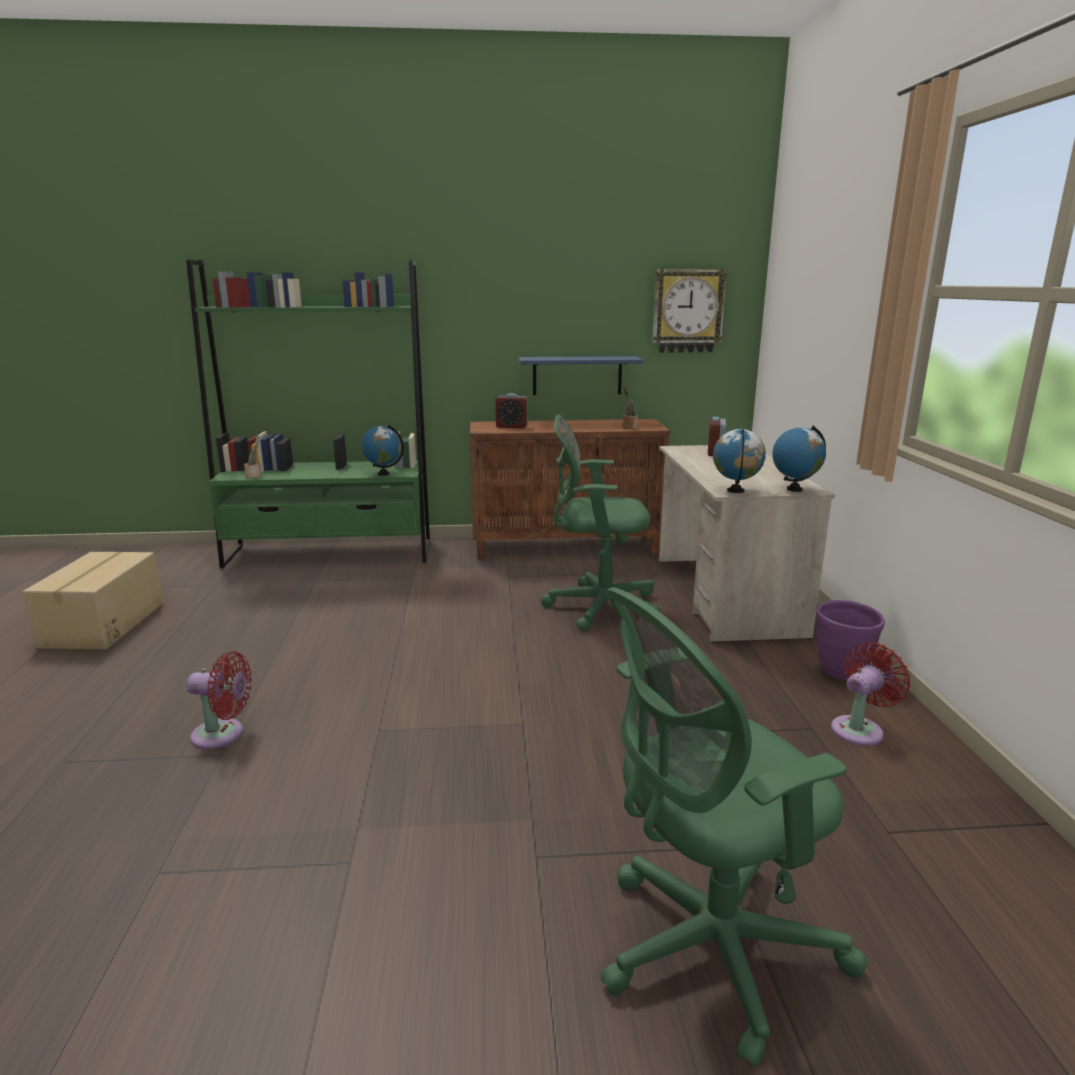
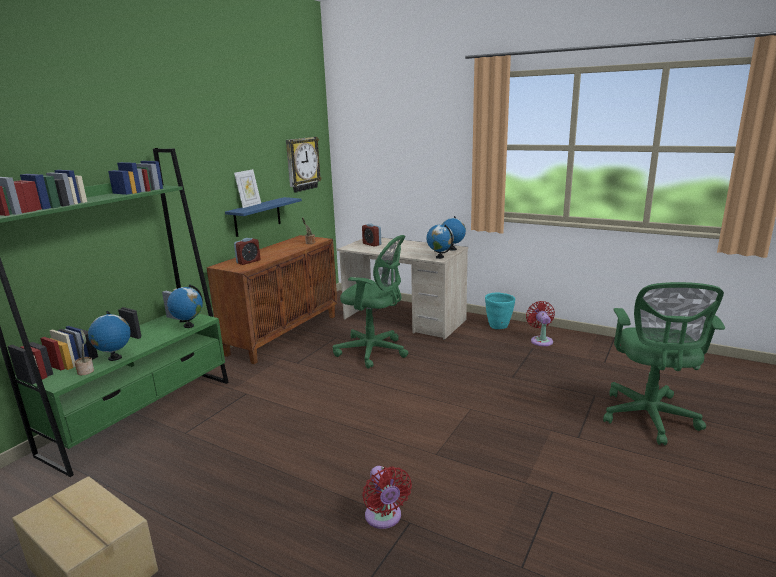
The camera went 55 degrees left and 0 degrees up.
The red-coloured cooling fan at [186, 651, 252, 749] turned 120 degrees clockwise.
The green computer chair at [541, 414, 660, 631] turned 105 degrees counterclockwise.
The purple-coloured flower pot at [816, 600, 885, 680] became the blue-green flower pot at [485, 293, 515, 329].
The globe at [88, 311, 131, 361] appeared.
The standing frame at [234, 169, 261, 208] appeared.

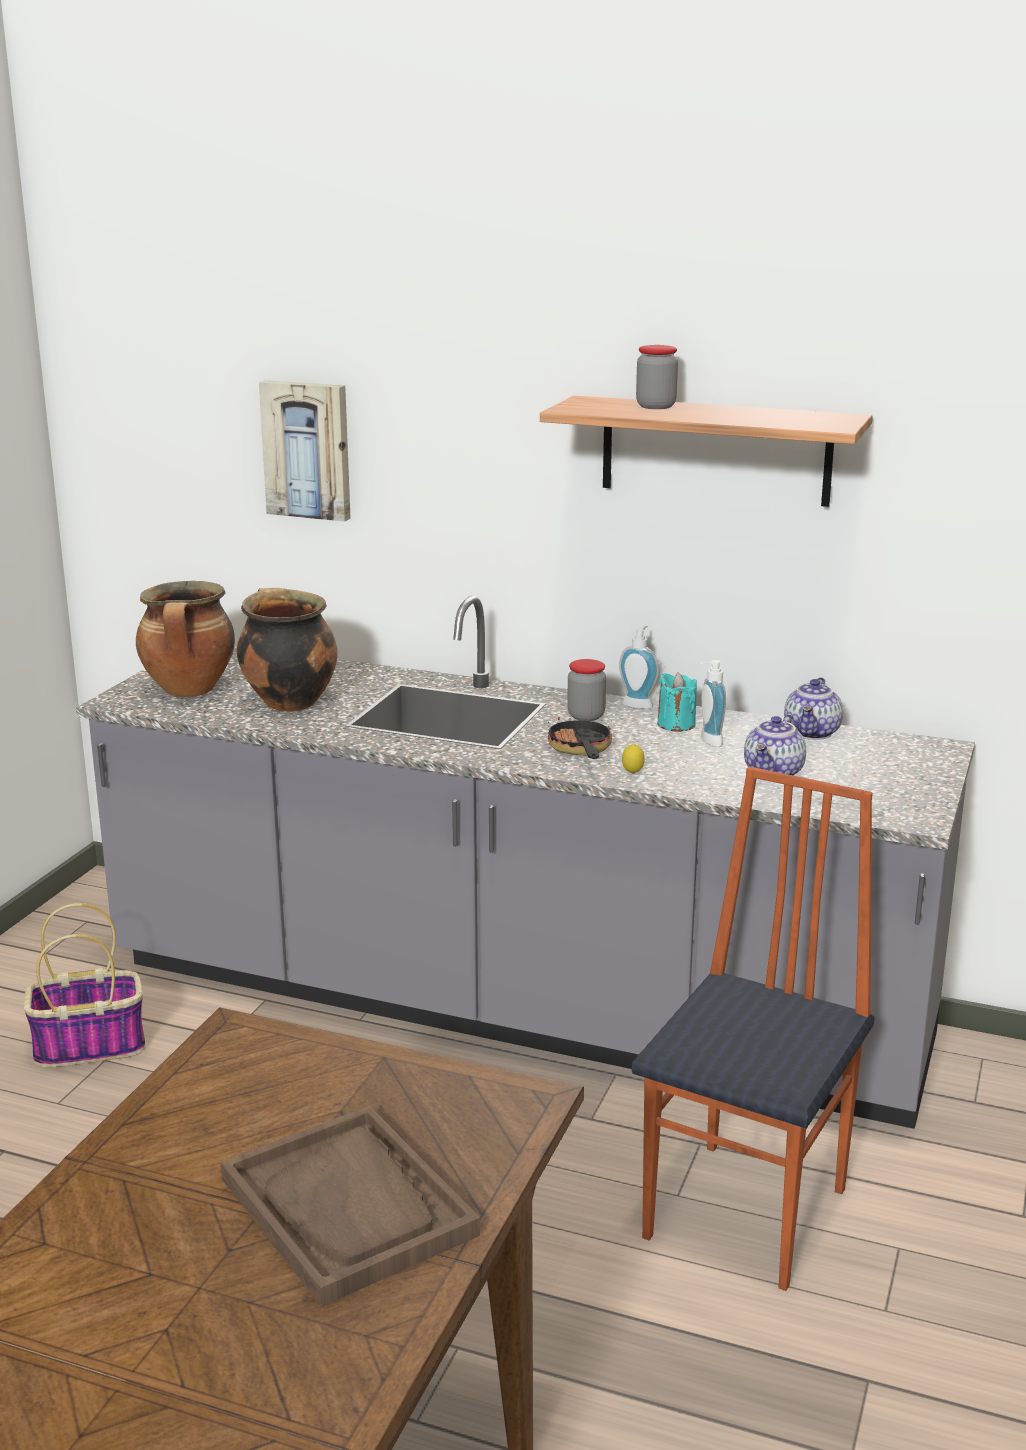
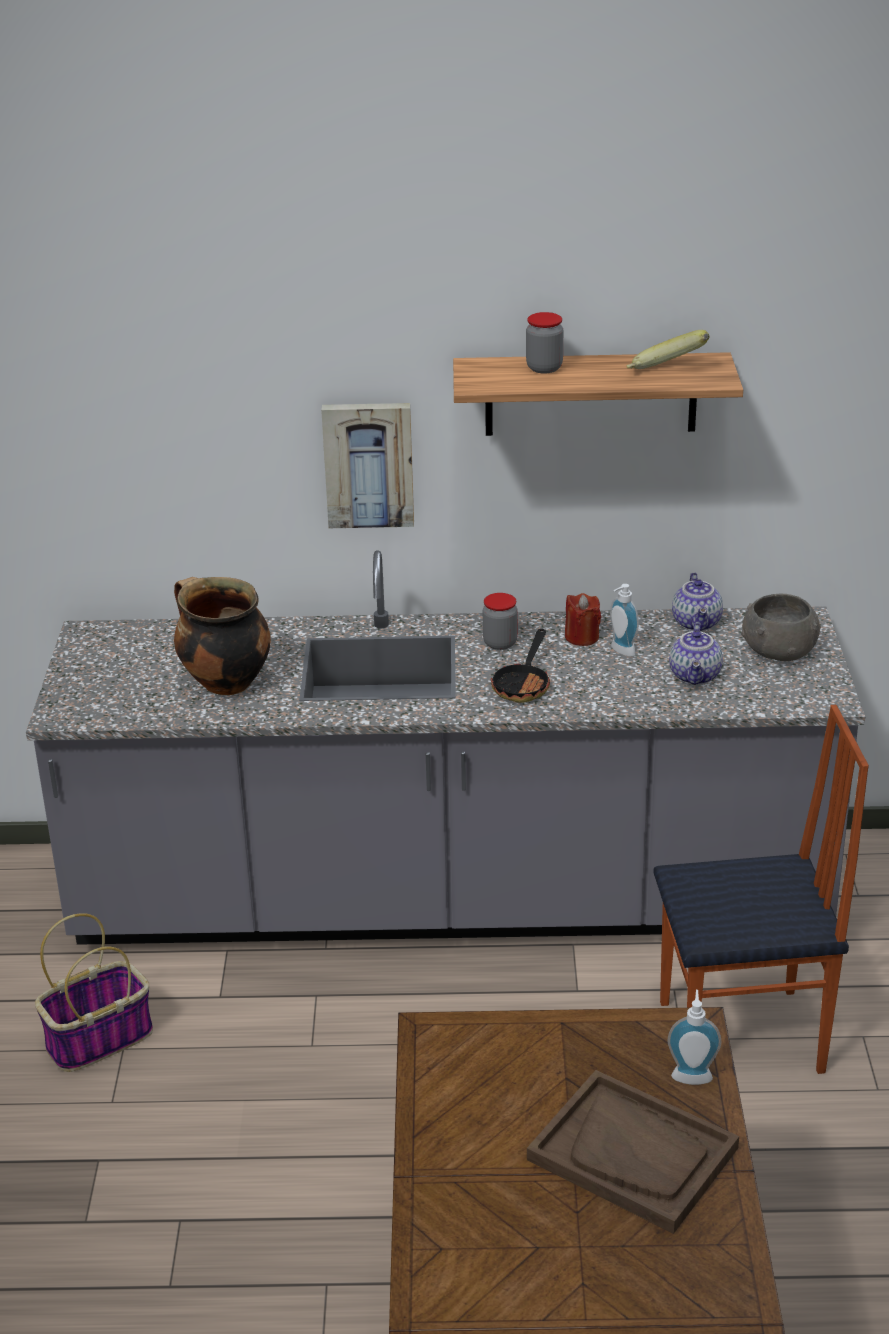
The camera went 20 degrees left and 10 degrees up.
The cooking pot at [136, 581, 235, 697] disappeared.
The wall picture moved from [259, 380, 351, 522] to [321, 403, 414, 528].
The frying pan at [547, 717, 612, 759] turned 135 degrees counterclockwise.
The soap dispenser moved from [619, 625, 659, 709] to [668, 990, 721, 1085].
The lemon at [622, 744, 645, 774] disappeared.
The chair at [632, 766, 875, 1291] turned 75 degrees clockwise.
The blue-green wax light at [657, 672, 697, 732] became the red-coloured wax light at [565, 593, 601, 646].
The whole banana at [627, 330, 709, 369] appeared.
The greyish serving bowl at [741, 594, 821, 661] appeared.

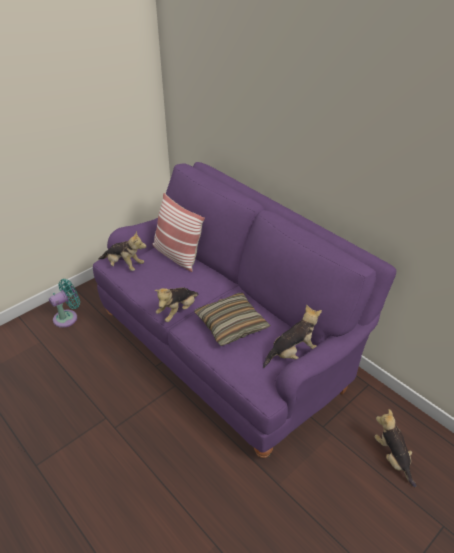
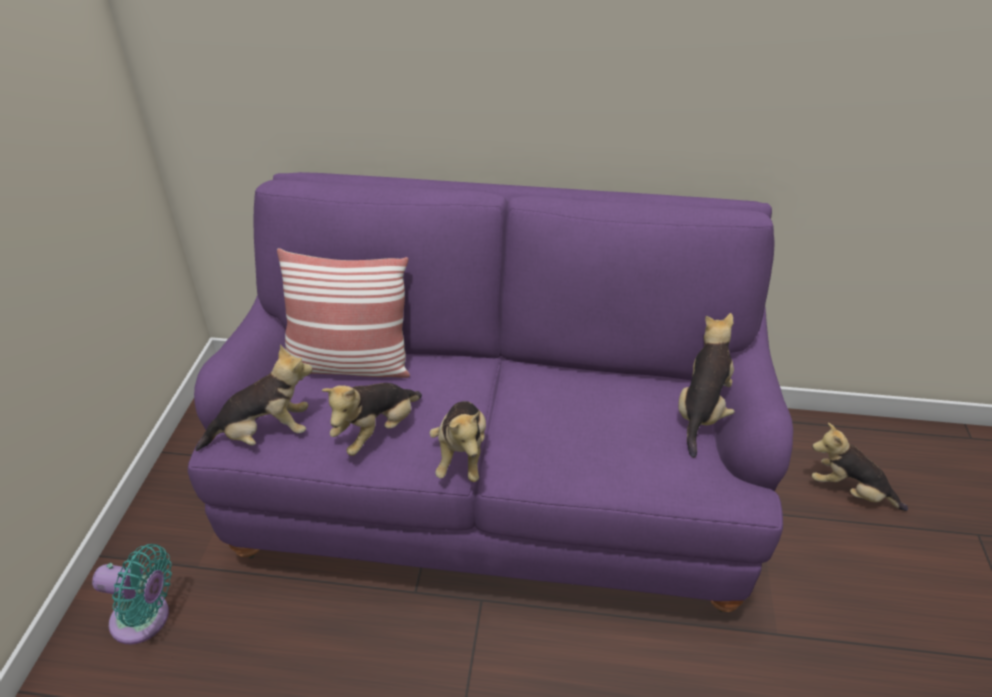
The camera went 40 degrees left and 0 degrees up.
The blue-green cooling fan at [49, 279, 80, 328] turned 90 degrees clockwise.
The pillow at [194, 293, 271, 346] disappeared.
The soft toy at [322, 383, 422, 456] appeared.

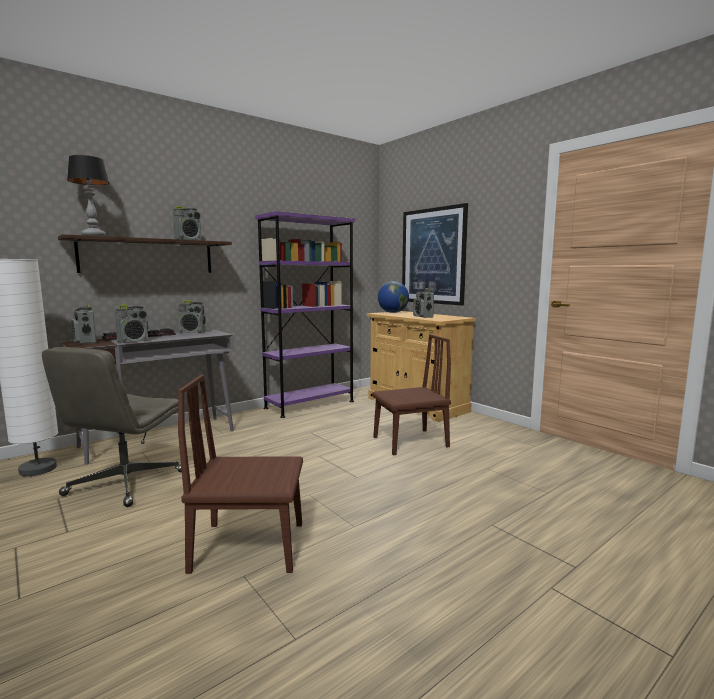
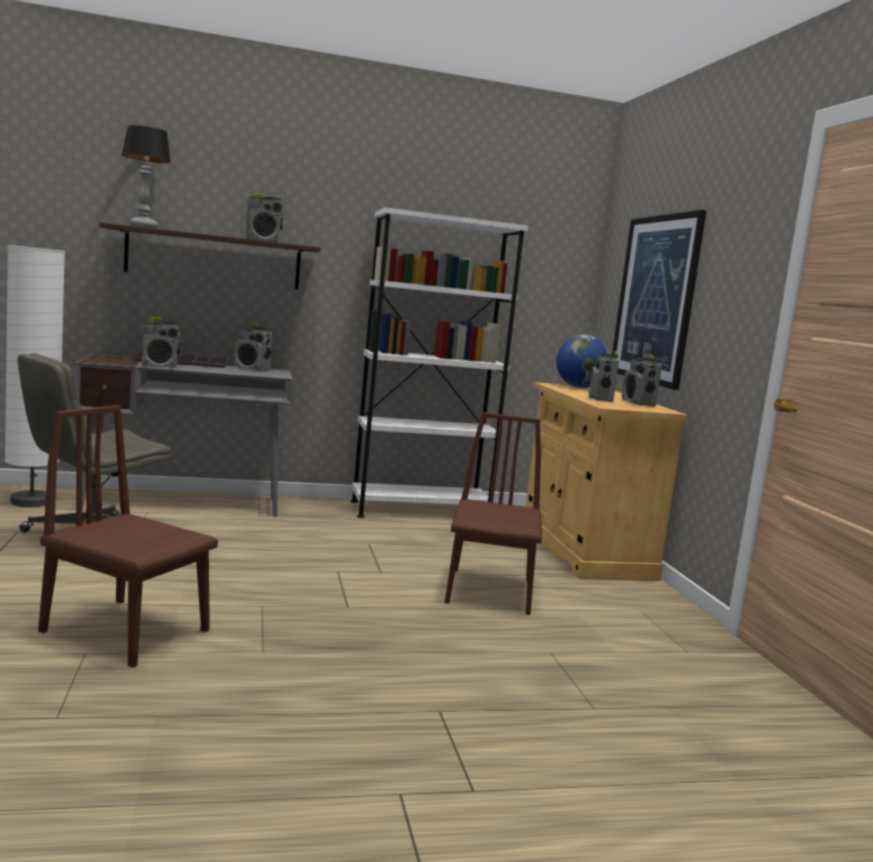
The camera went 25 degrees right and 0 degrees up.
The radio set moved from [71, 304, 96, 344] to [622, 354, 662, 407].
The purple-coloured shelving unit at [255, 211, 355, 418] became the whitish shelving unit at [351, 207, 528, 518].
The brown chair at [372, 334, 451, 456] turned 90 degrees counterclockwise.

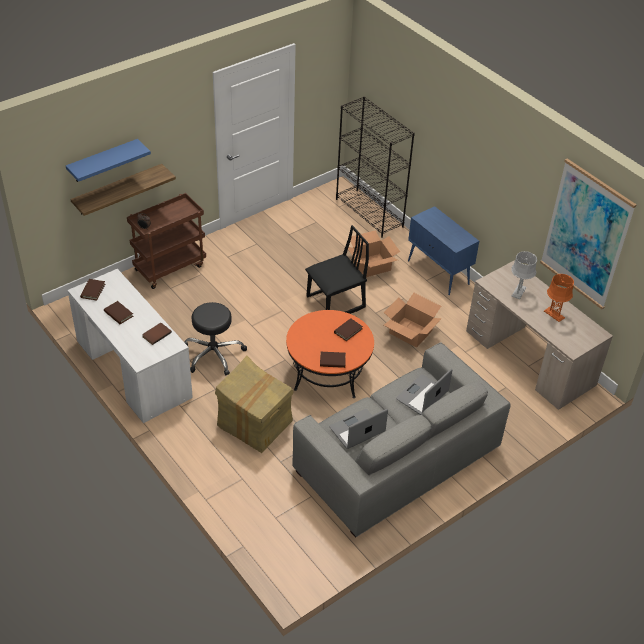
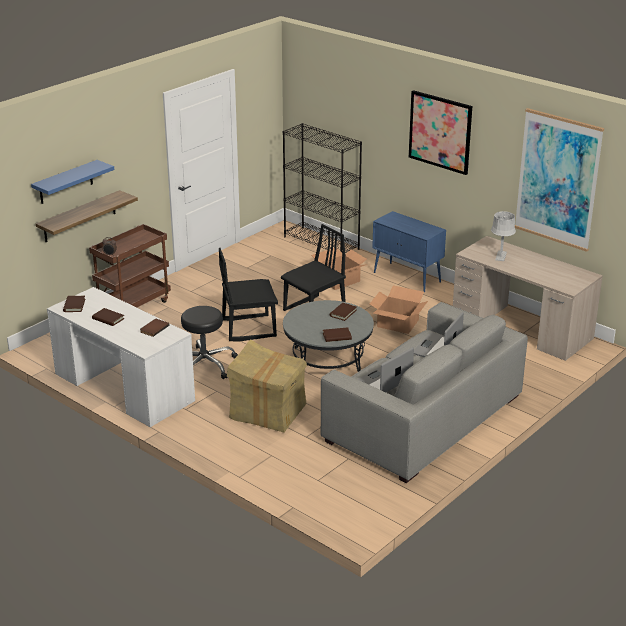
The camera went 10 degrees left and 15 degrees down.
The orangey coffee table at [286, 310, 374, 398] became the greyish coffee table at [283, 300, 374, 372].
The orangey lamp for a table at [544, 274, 574, 322] disappeared.
The blackish chair at [219, 248, 278, 342] appeared.
The wall picture at [409, 90, 472, 175] appeared.

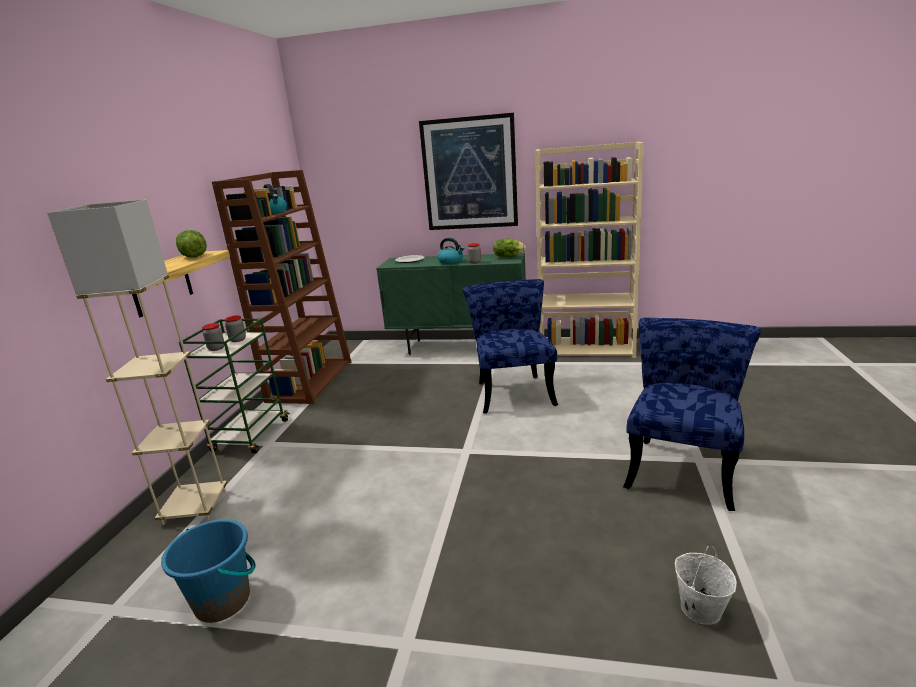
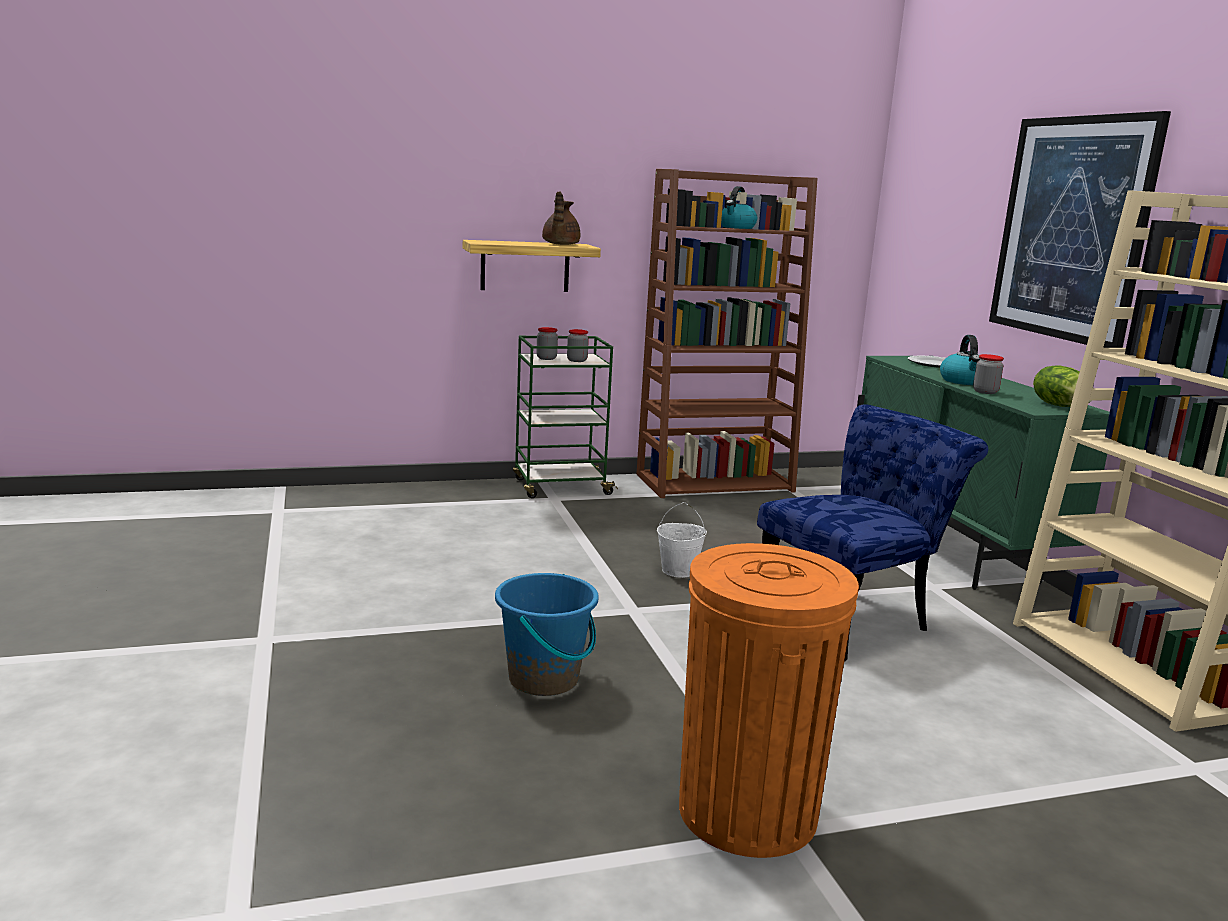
The camera went 60 degrees right and 5 degrees down.
The beige-coloured standing lamp at [47, 199, 227, 525] disappeared.
The bluish pail moved from [161, 519, 256, 623] to [495, 573, 599, 696].
The lettuce at [176, 230, 207, 257] was replaced by the brown pot for tea at [542, 192, 580, 245].
The bluish chair at [623, 318, 761, 511] was replaced by the orangey waste bin at [679, 543, 859, 858].
The whitish pail moved from [675, 545, 737, 625] to [657, 502, 707, 578].

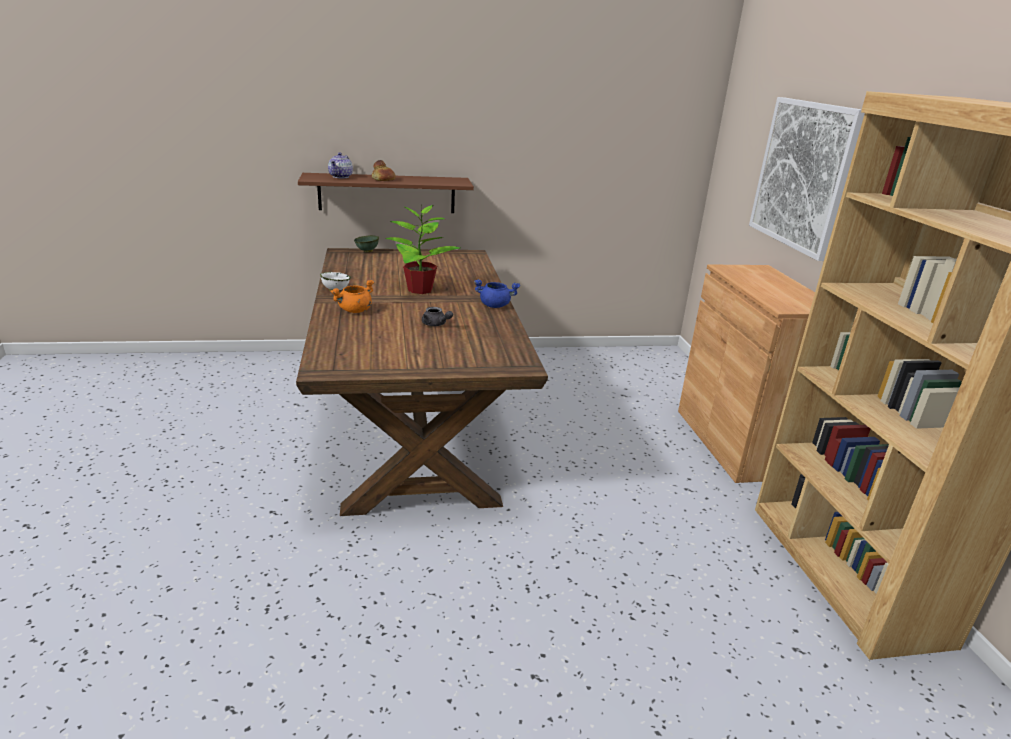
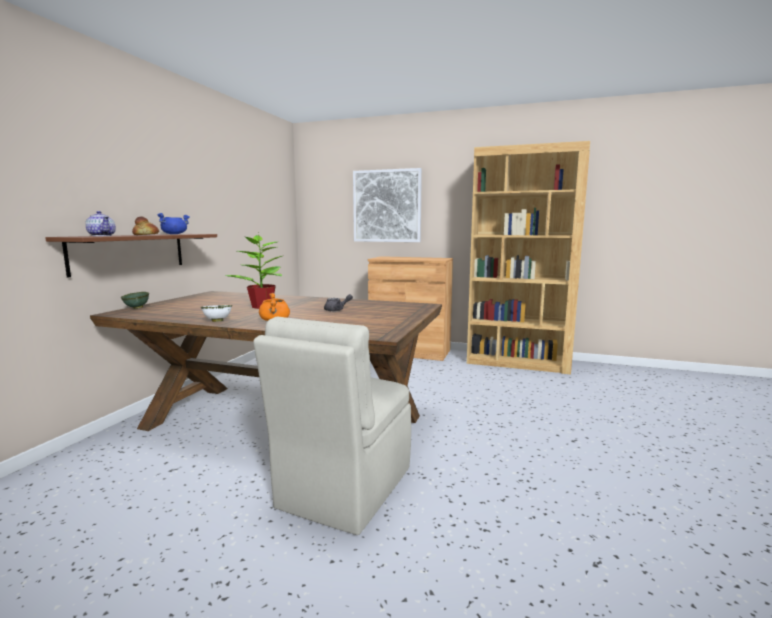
The camera went 60 degrees left and 15 degrees down.
The bluish cooking pot moved from [474, 279, 520, 308] to [157, 213, 190, 234].
The beige-coloured chair at [253, 317, 411, 535] appeared.

